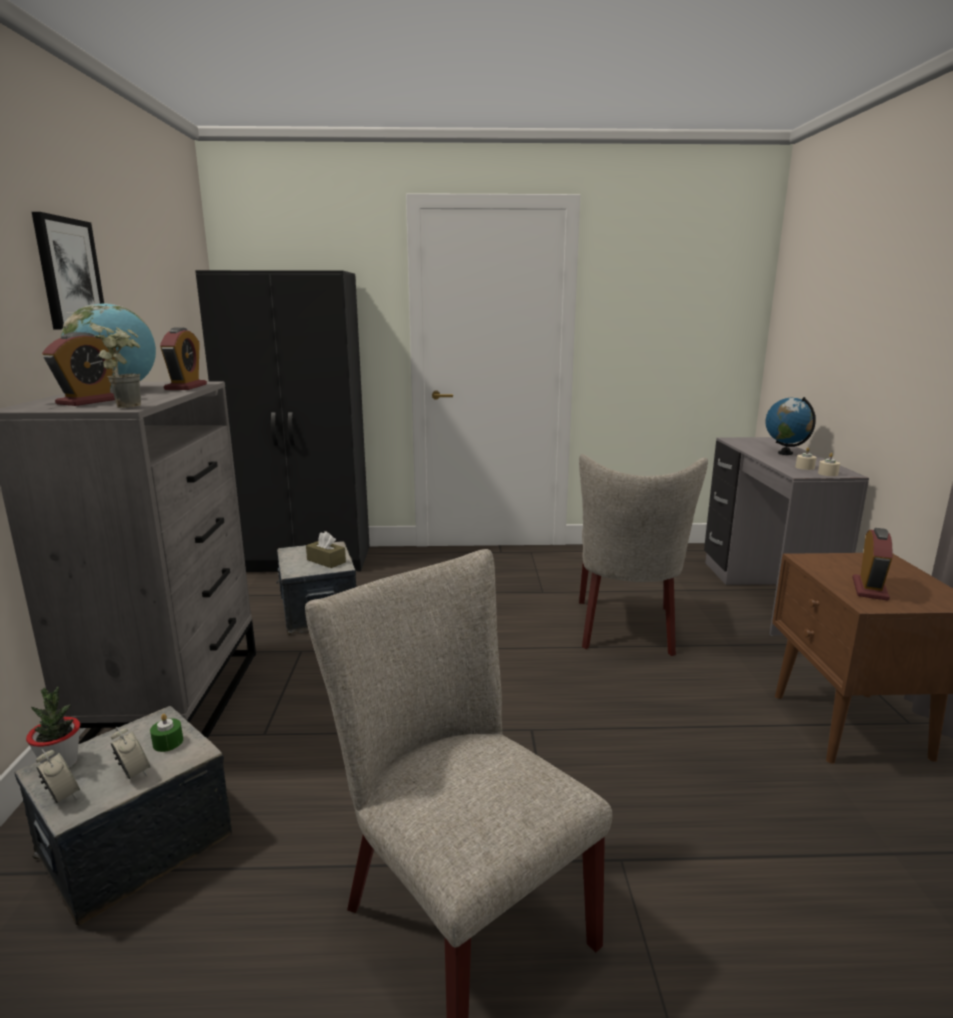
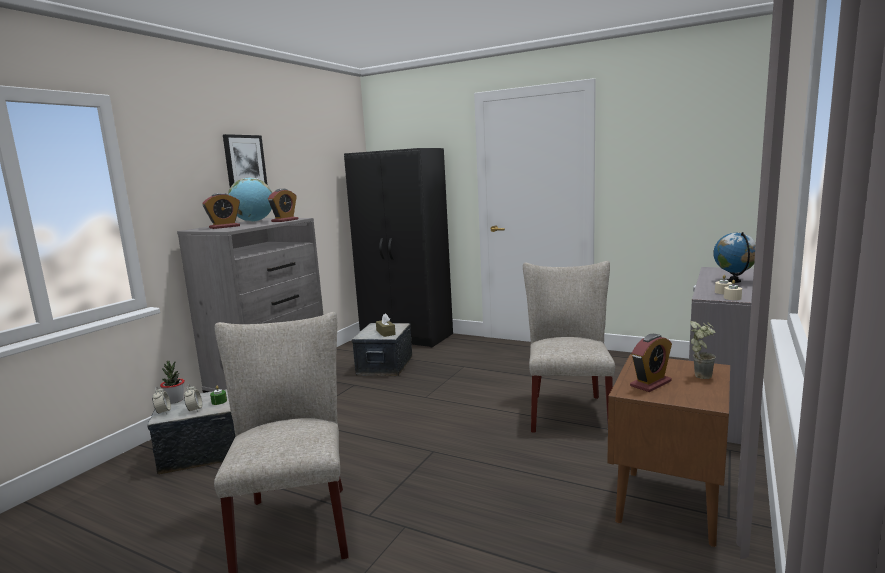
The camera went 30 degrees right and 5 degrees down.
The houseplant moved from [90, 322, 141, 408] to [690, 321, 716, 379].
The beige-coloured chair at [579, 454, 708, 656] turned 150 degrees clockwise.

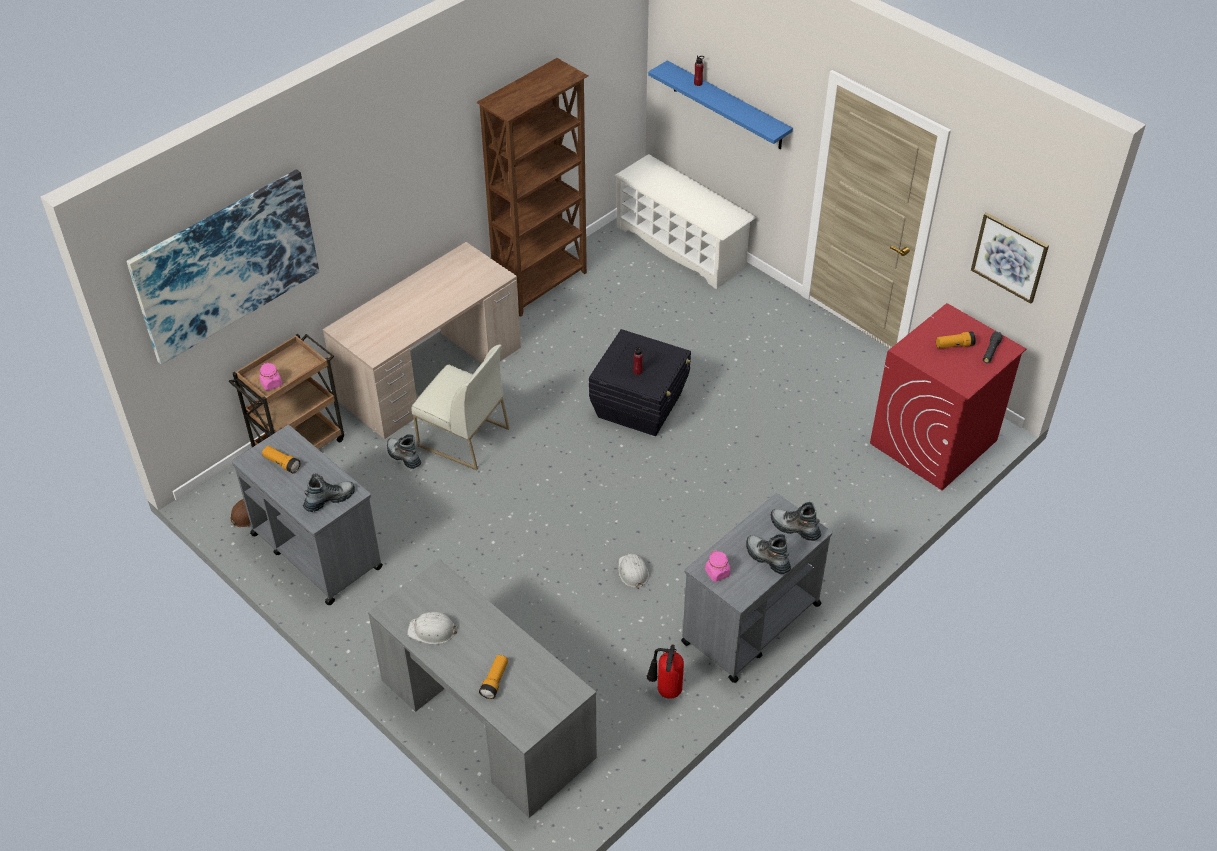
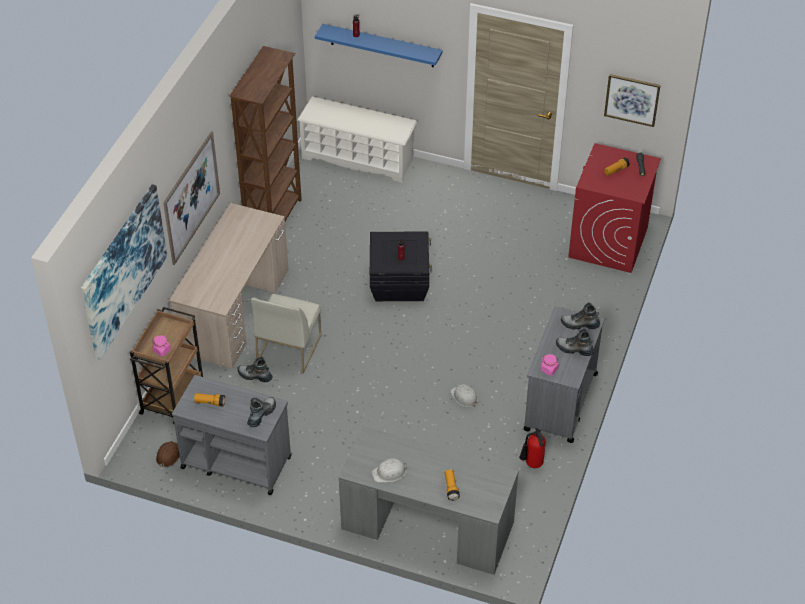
The camera went 25 degrees left and 0 degrees up.
The whitish chair at [411, 344, 510, 470] turned 105 degrees clockwise.
The wall picture at [163, 131, 220, 265] appeared.

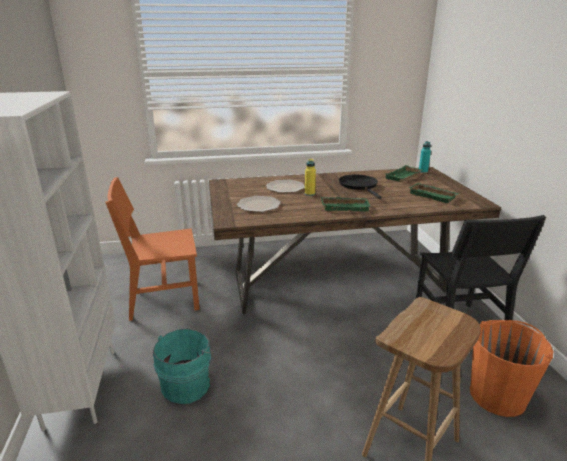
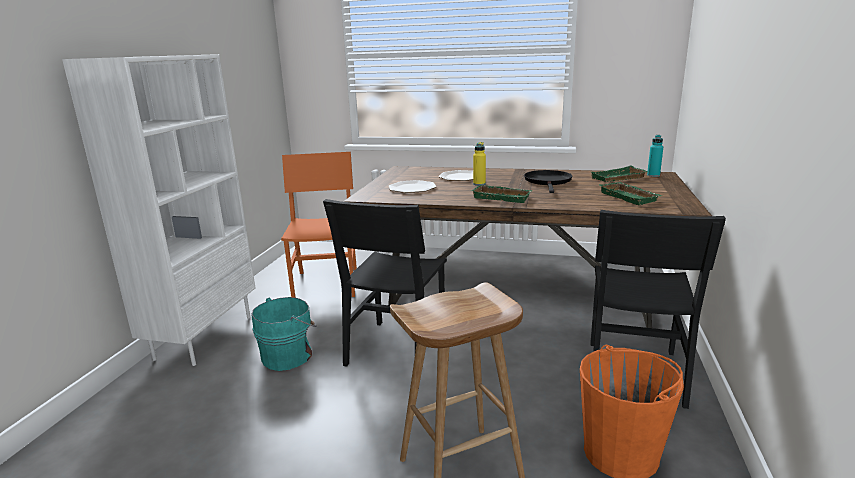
The camera went 25 degrees right and 5 degrees down.
The orangey chair at [105, 177, 200, 321] turned 75 degrees clockwise.
The blackish chair at [323, 199, 447, 366] appeared.

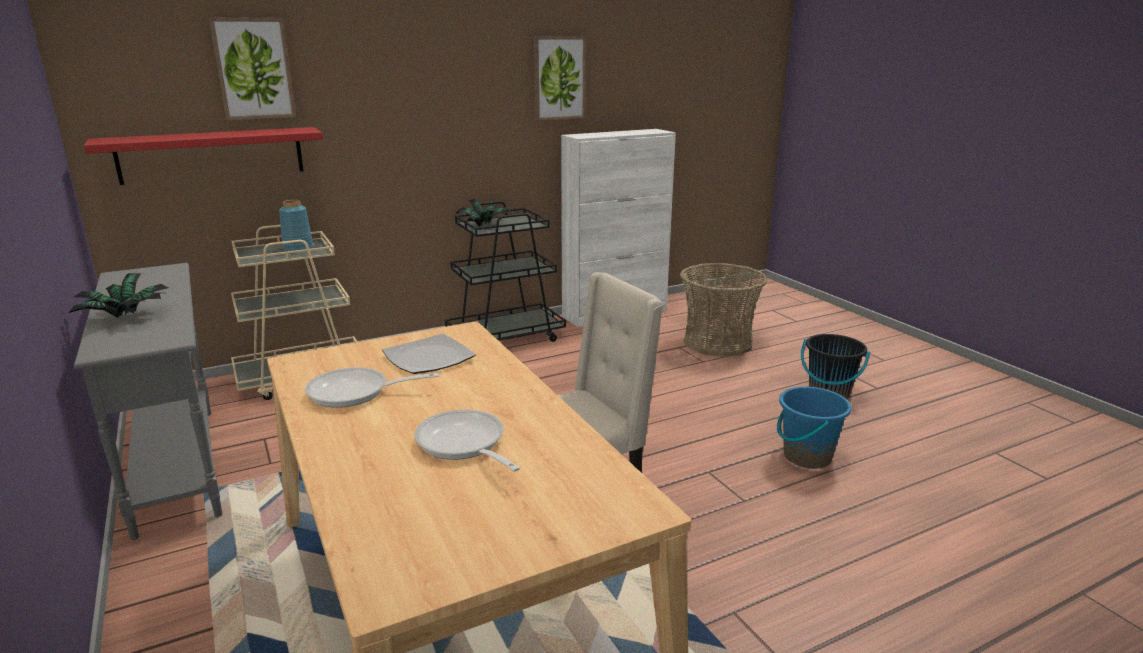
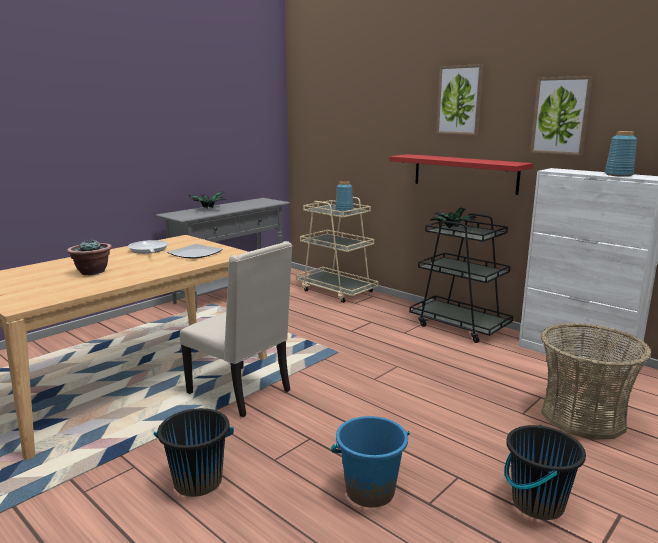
The camera went 70 degrees right and 5 degrees down.
The red-coloured shelf moved from [83, 127, 323, 185] to [389, 154, 533, 195].
The wall picture moved from [209, 17, 296, 120] to [436, 64, 484, 135].
The frying pan at [414, 409, 520, 472] was replaced by the houseplant at [67, 238, 112, 275].
The blackish pail at [153, 408, 234, 497] appeared.
The bluish decorative vase at [605, 131, 637, 177] appeared.

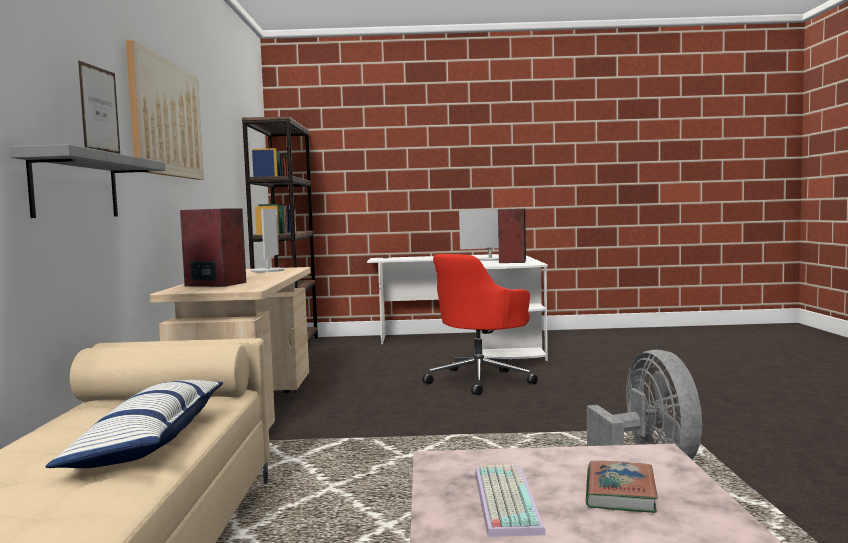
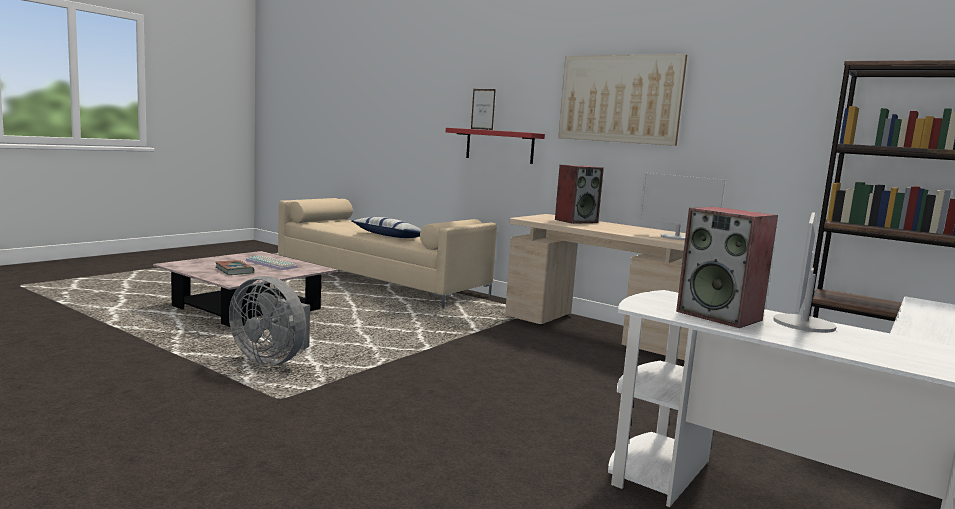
The camera went 125 degrees right and 5 degrees up.
The greyish shelf at [9, 144, 165, 218] became the red-coloured shelf at [446, 128, 545, 164].
The red-coloured computer chair at [423, 254, 538, 395] disappeared.

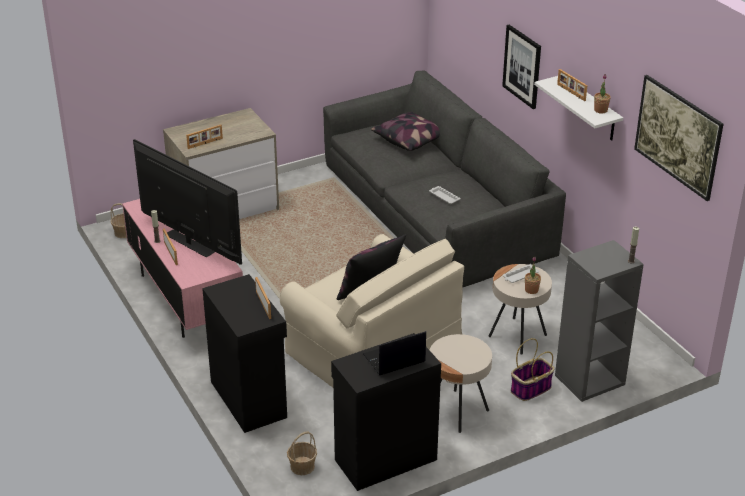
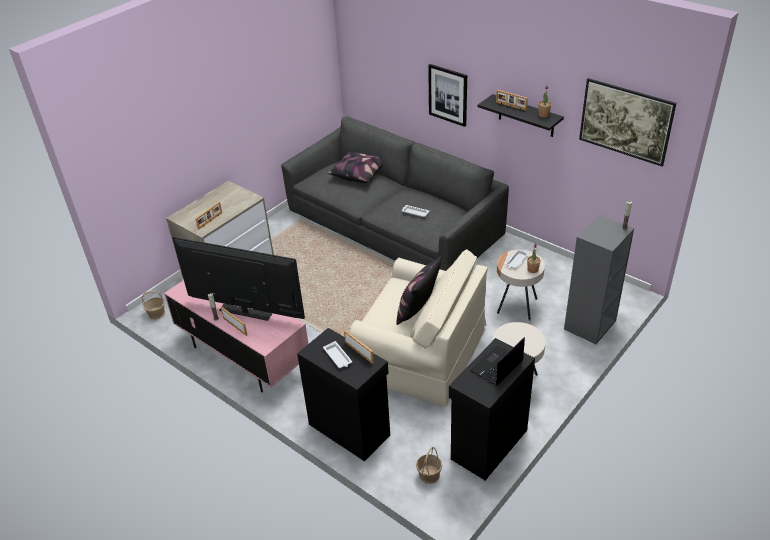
The camera went 20 degrees left and 5 degrees up.
The basket at [511, 338, 554, 401] disappeared.
The whitish shelf at [534, 76, 623, 141] became the blackish shelf at [478, 94, 564, 137].
The whitish carrying tray at [323, 341, 352, 368] appeared.

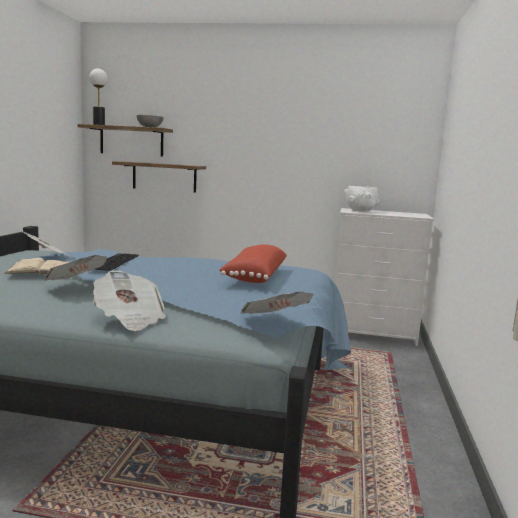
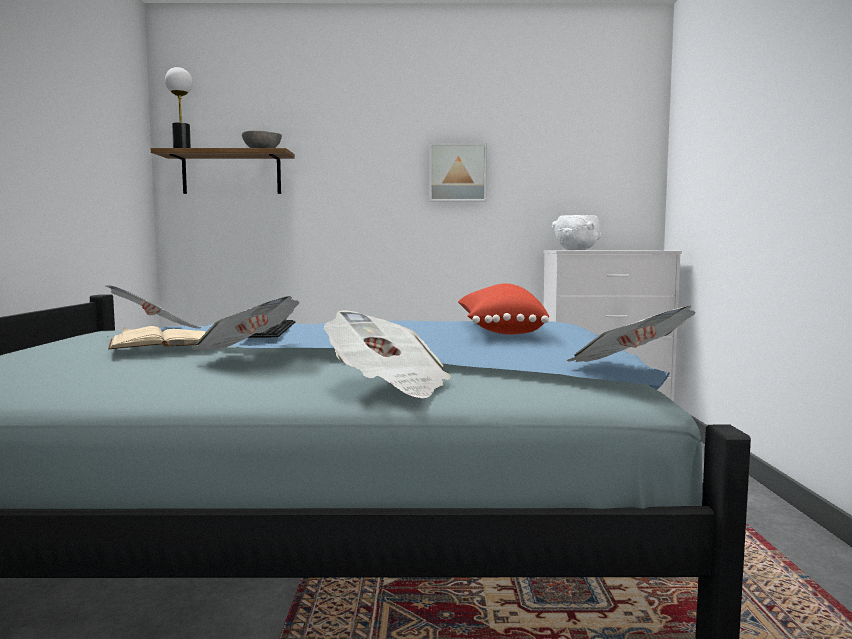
The camera went 10 degrees left and 5 degrees down.
The shelf at [112, 161, 206, 193] disappeared.
The wall picture at [429, 143, 487, 202] appeared.

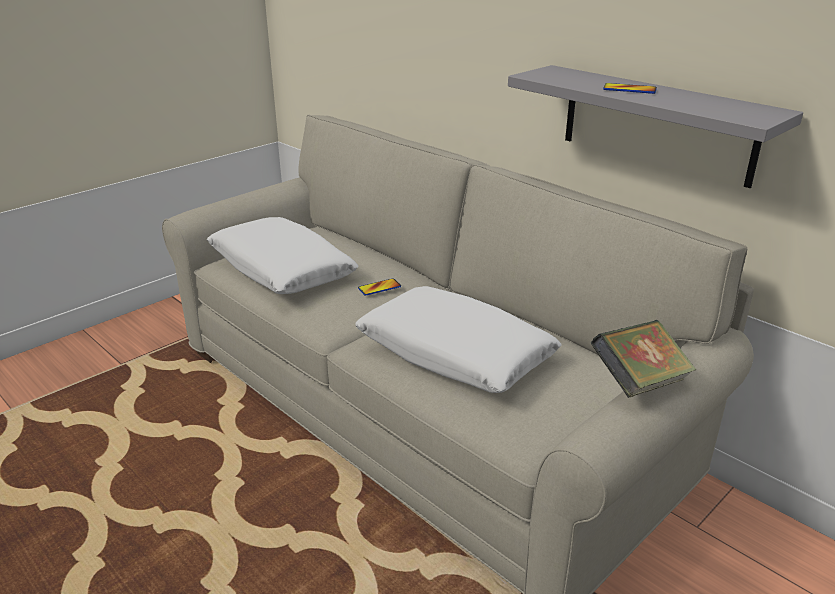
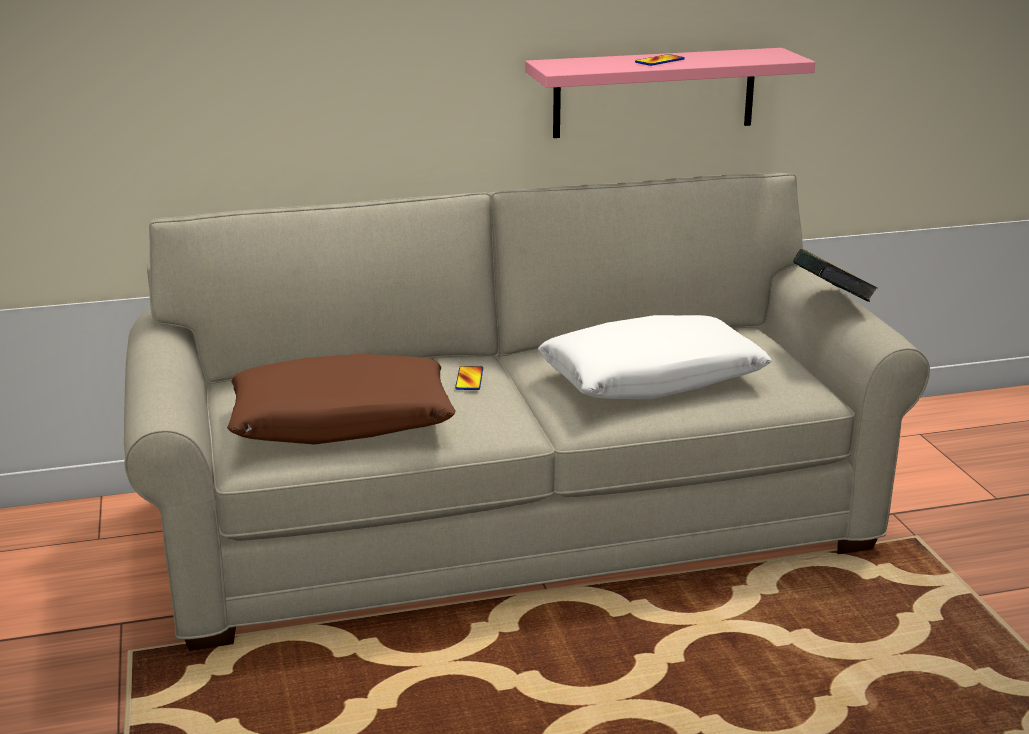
The camera went 60 degrees left and 5 degrees down.
The whitish pillow at [207, 217, 359, 294] became the brown pillow at [227, 354, 456, 445].
The greyish shelf at [508, 65, 803, 188] became the pinkish shelf at [525, 48, 815, 138].

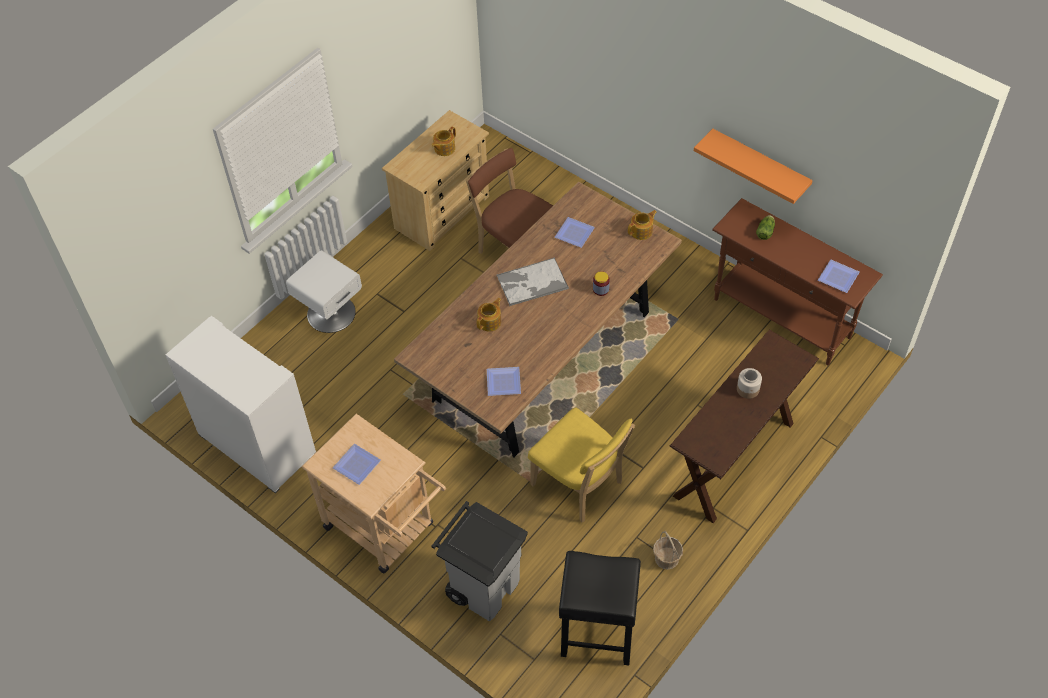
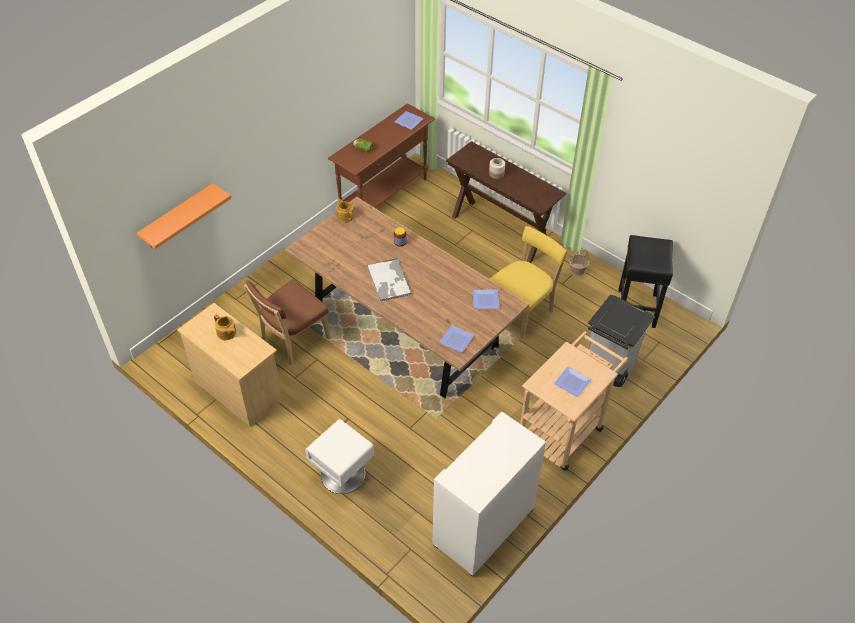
The camera went 90 degrees left and 5 degrees down.
The pot for tea at [477, 298, 501, 332] disappeared.
The plate moved from [555, 217, 595, 248] to [439, 325, 474, 353].
The orangey shelf moved from [694, 129, 813, 204] to [137, 183, 231, 249].

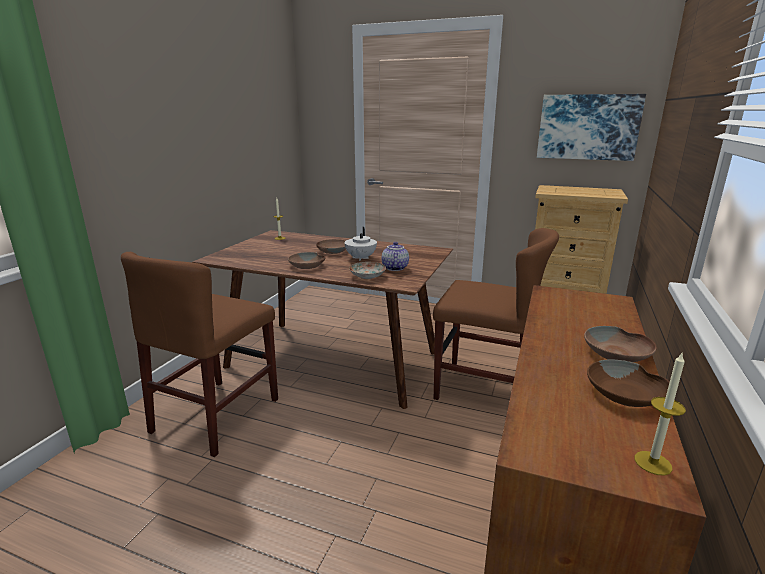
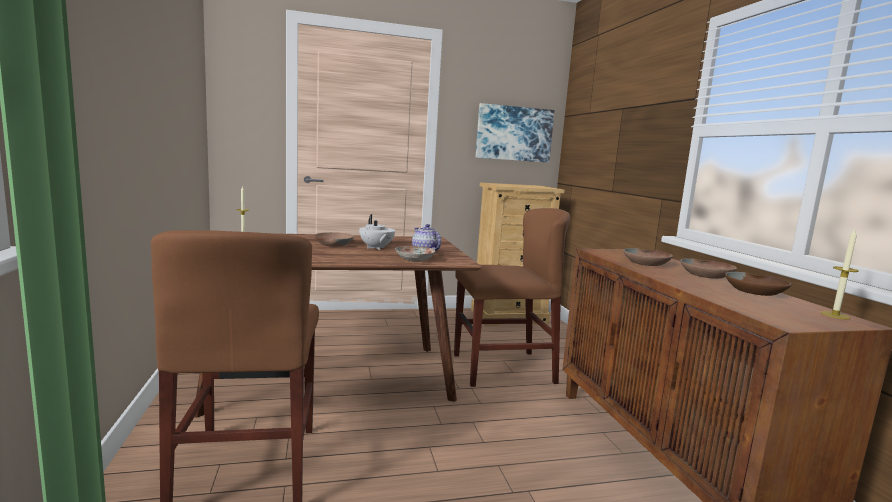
The camera went 35 degrees left and 10 degrees down.
The brown serving bowl moved from [288, 252, 326, 269] to [623, 248, 673, 266].

